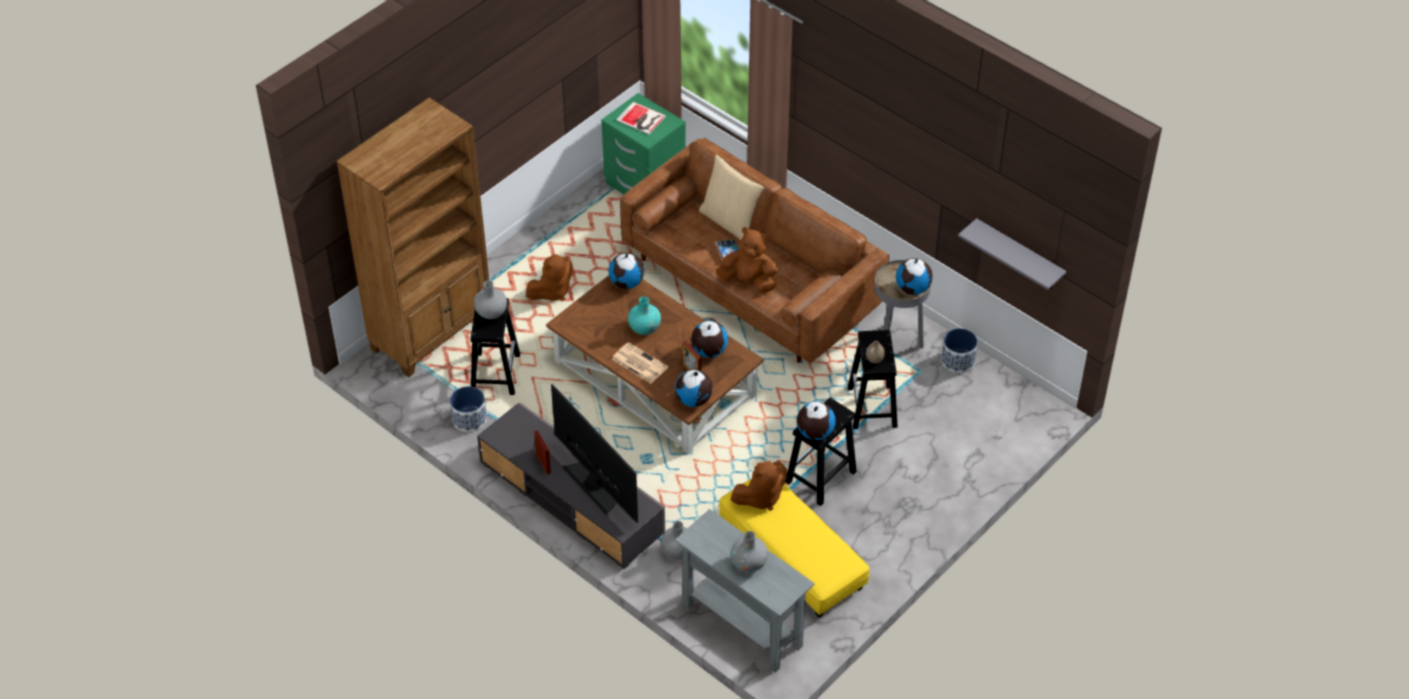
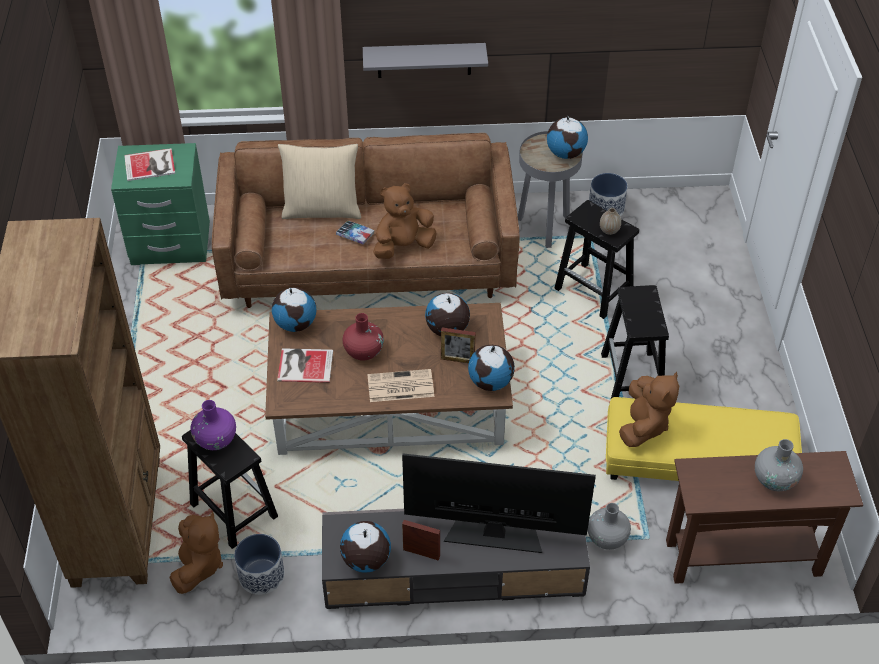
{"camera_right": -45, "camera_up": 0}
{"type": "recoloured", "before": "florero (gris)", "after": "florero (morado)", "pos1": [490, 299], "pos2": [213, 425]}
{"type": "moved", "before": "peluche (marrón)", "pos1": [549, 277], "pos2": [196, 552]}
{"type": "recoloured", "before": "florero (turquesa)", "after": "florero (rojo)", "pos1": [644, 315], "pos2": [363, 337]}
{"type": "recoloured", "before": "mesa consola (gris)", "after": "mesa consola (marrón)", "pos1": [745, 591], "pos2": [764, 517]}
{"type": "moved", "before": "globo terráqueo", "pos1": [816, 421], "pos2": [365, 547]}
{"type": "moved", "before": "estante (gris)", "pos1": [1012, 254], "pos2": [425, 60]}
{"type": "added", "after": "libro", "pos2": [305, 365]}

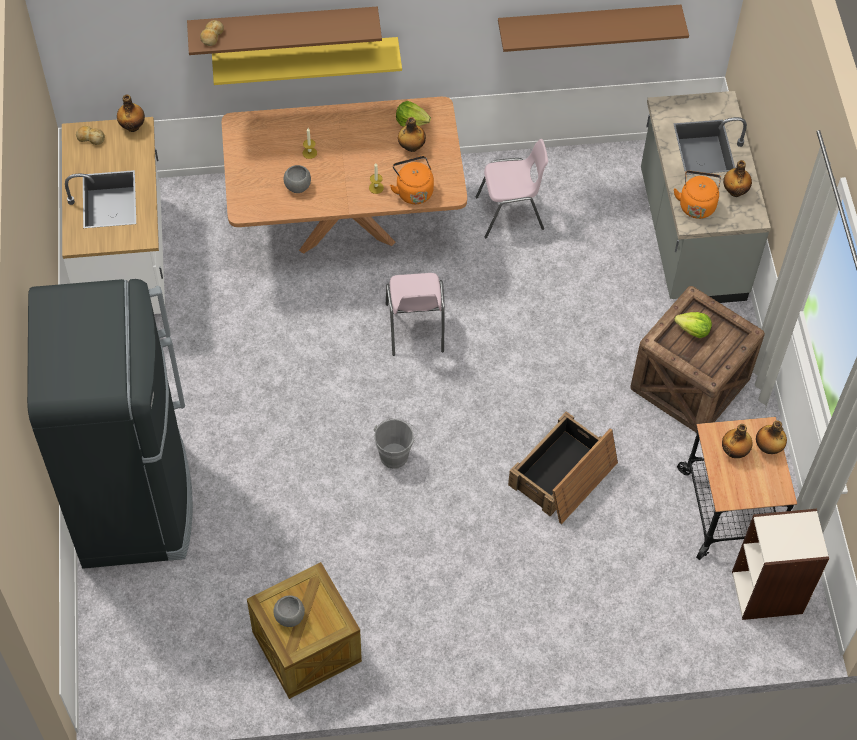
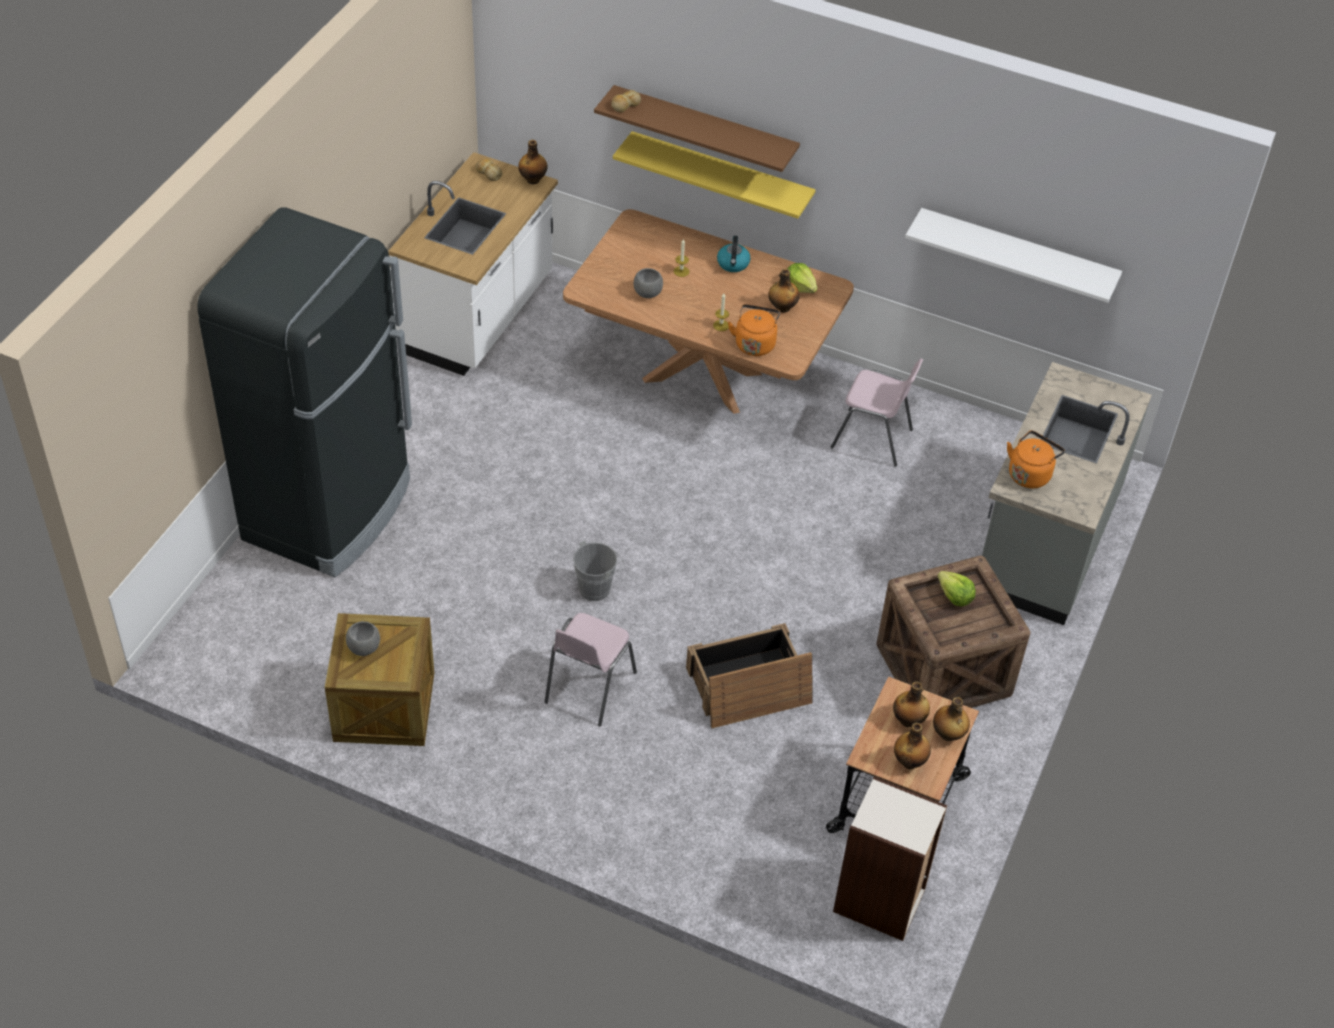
{"camera_right": 30, "camera_up": -10}
{"type": "moved", "before": "silla (rosa)", "pos1": [415, 314], "pos2": [590, 669]}
{"type": "recoloured", "before": "estante (marrón)", "after": "estante (blanco)", "pos1": [593, 28], "pos2": [1013, 255]}
{"type": "moved", "before": "botella", "pos1": [737, 178], "pos2": [912, 746]}
{"type": "added", "after": "hervidor", "pos2": [733, 254]}

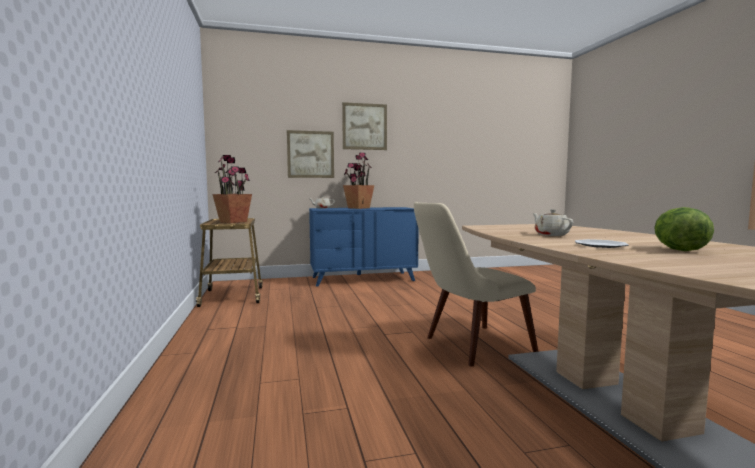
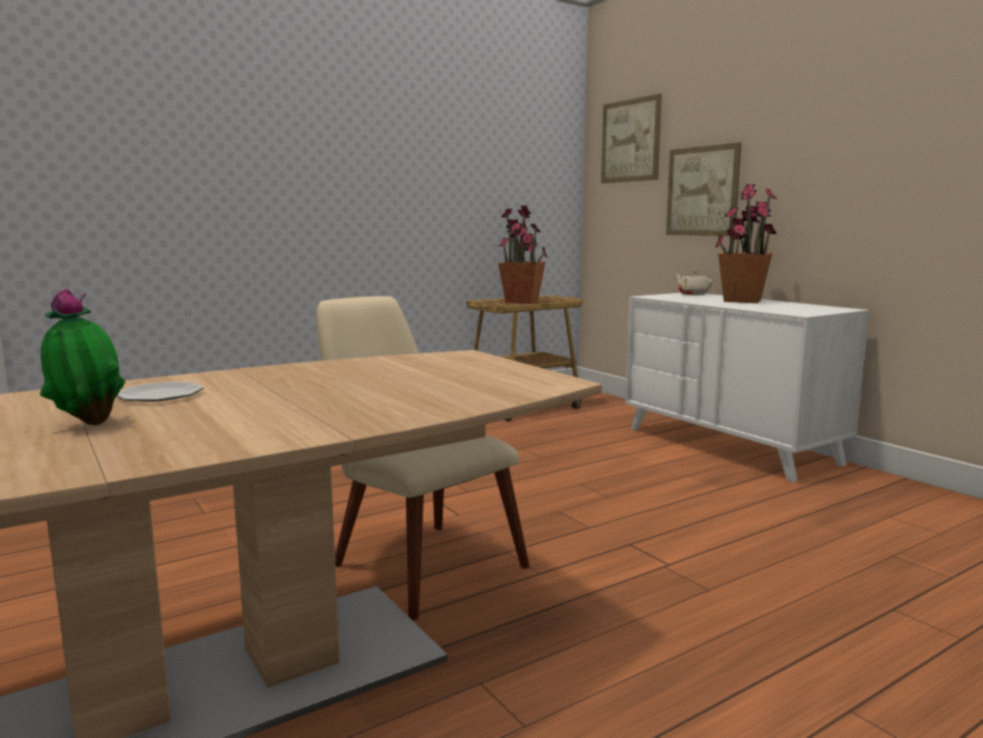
{"camera_right": 70, "camera_up": 5}
{"type": "recoloured", "before": "cómoda (azul)", "after": "cómoda (blanco)", "pos1": [364, 246], "pos2": [747, 387]}
{"type": "moved", "before": "cuadro", "pos1": [364, 126], "pos2": [631, 138]}
{"type": "removed", "before": "tetera (beis)", "pos1": [552, 222]}
{"type": "replaced", "before": "lechuga", "after": "planta en maceta", "pos1": [684, 229], "pos2": [82, 357]}

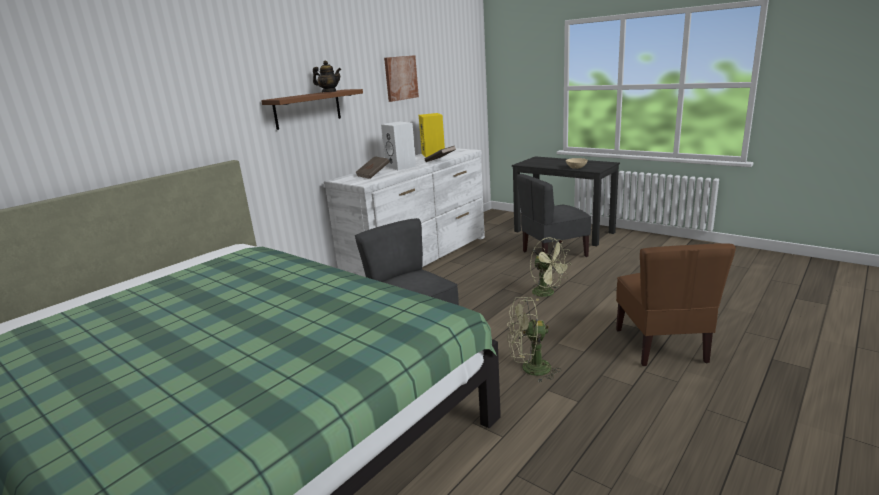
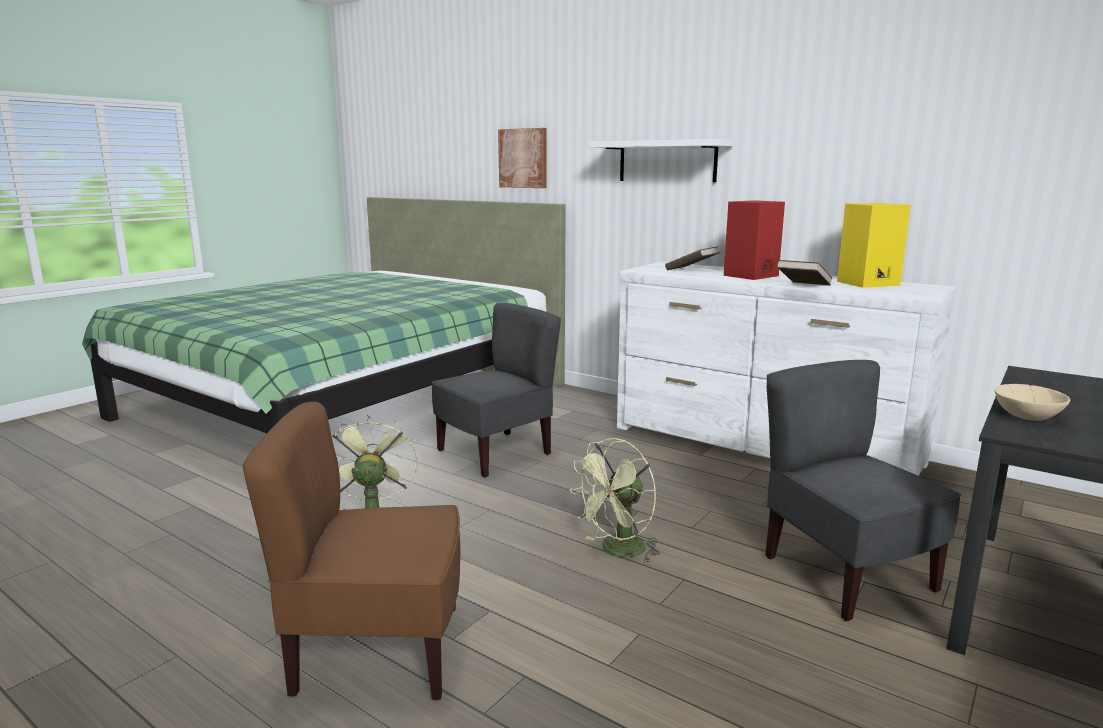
{"camera_right": 85, "camera_up": -5}
{"type": "recoloured", "before": "estante (marrón)", "after": "estante (blanco)", "pos1": [312, 109], "pos2": [661, 160]}
{"type": "removed", "before": "tetera", "pos1": [327, 76]}
{"type": "recoloured", "before": "altavoz (blanco)", "after": "altavoz (rojo)", "pos1": [398, 145], "pos2": [754, 240]}
{"type": "moved", "before": "cuadro", "pos1": [401, 78], "pos2": [522, 158]}

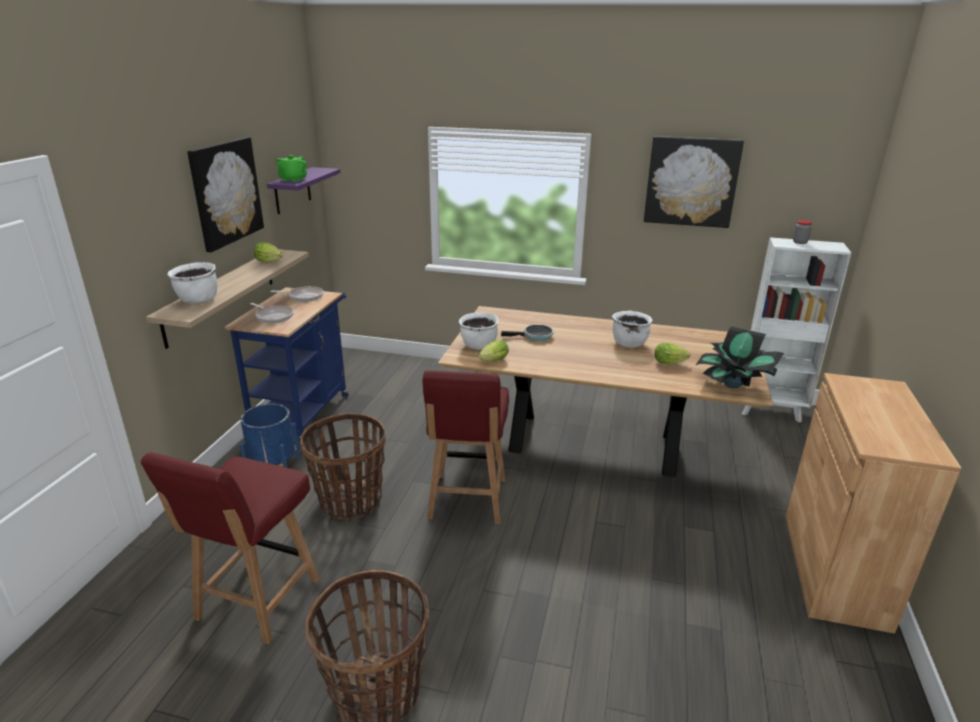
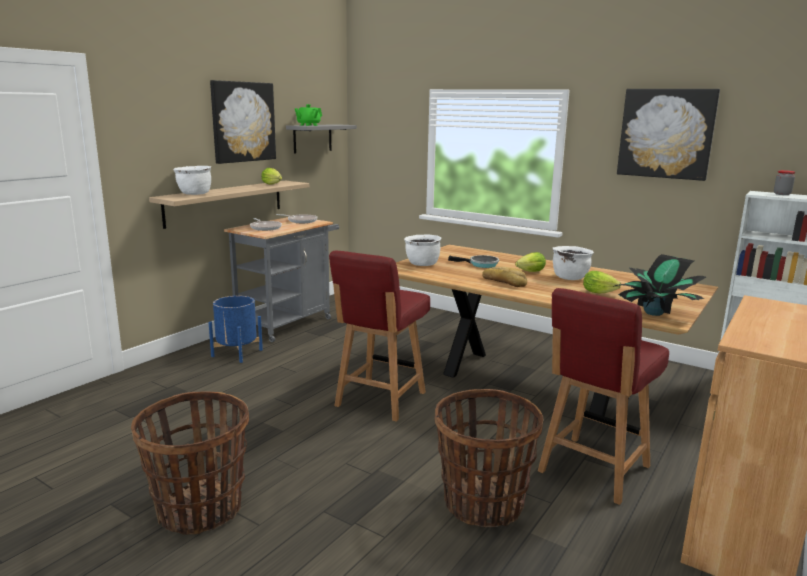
{"camera_right": 20, "camera_up": -10}
{"type": "moved", "before": "silla (rojo)", "pos1": [230, 548], "pos2": [603, 396]}
{"type": "recoloured", "before": "carrito (azul)", "after": "carrito (gris)", "pos1": [287, 365], "pos2": [281, 279]}
{"type": "recoloured", "before": "estante (morado)", "after": "estante (gris)", "pos1": [304, 190], "pos2": [321, 139]}
{"type": "moved", "before": "cesta", "pos1": [343, 466], "pos2": [489, 458]}
{"type": "moved", "before": "lechuga", "pos1": [493, 350], "pos2": [530, 262]}
{"type": "added", "after": "pan", "pos2": [504, 277]}

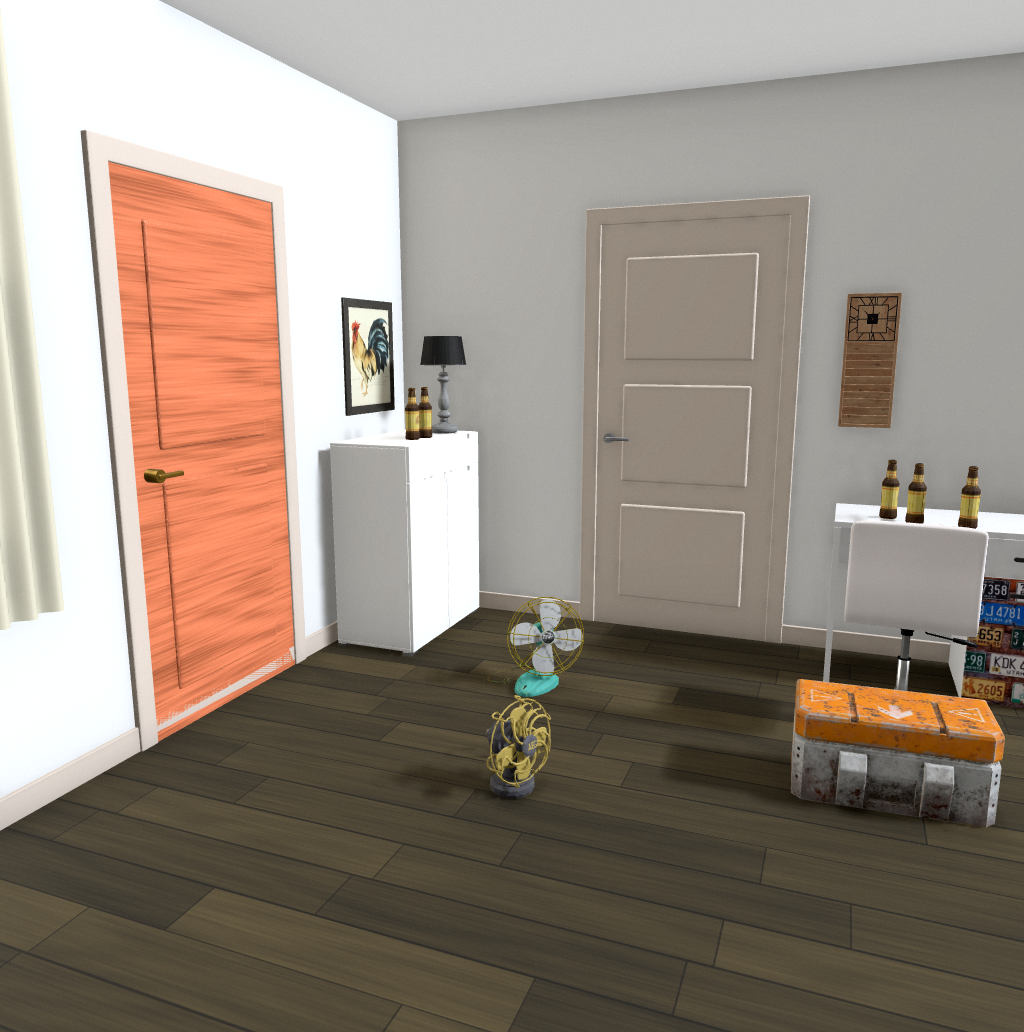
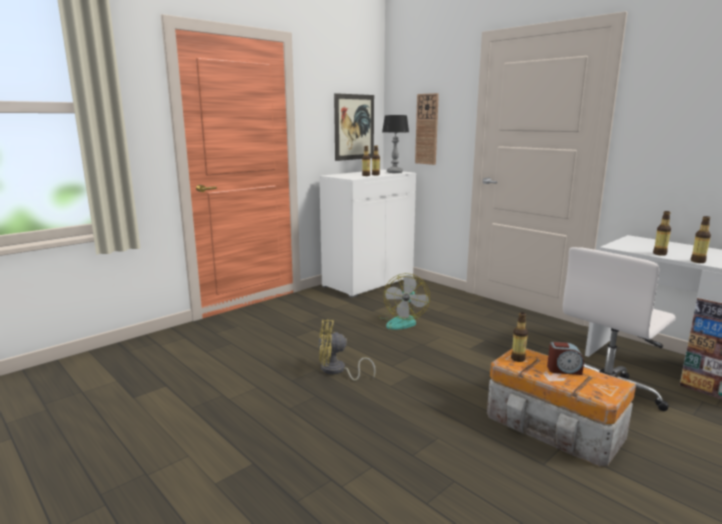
{"camera_right": 25, "camera_up": 5}
{"type": "turned", "before": "ventilador (amarillo)", "pos1": [518, 747], "pos2": [347, 350], "turn": 105}
{"type": "moved", "before": "reloj de pared", "pos1": [870, 360], "pos2": [427, 129]}
{"type": "moved", "before": "botella", "pos1": [889, 489], "pos2": [519, 337]}
{"type": "added", "after": "despertador", "pos2": [565, 358]}

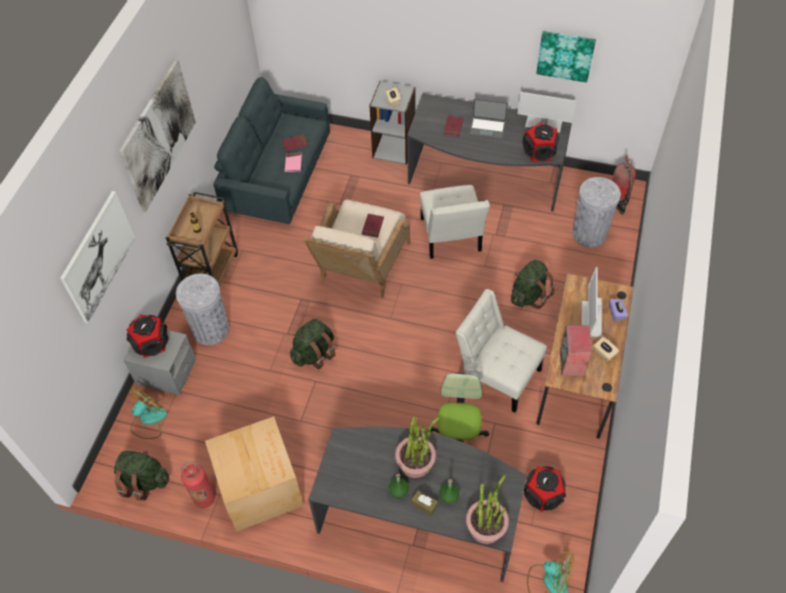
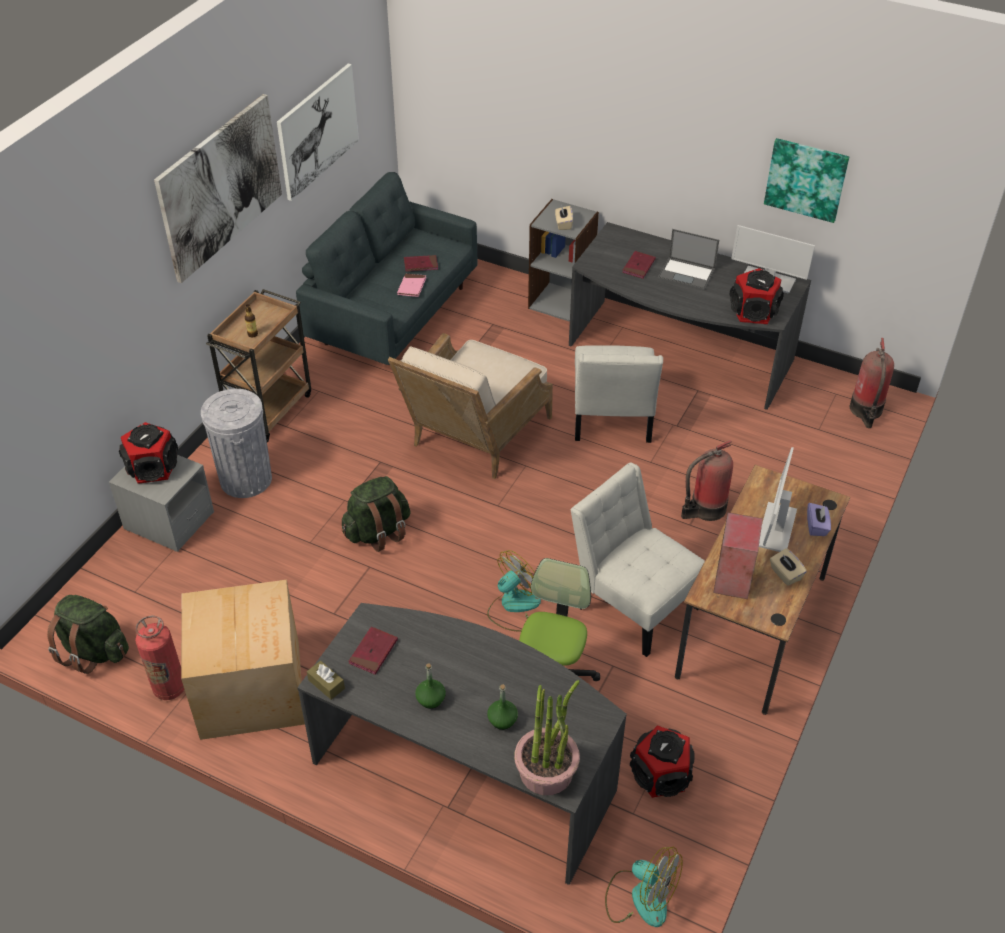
{"camera_right": 10, "camera_up": -10}
{"type": "moved", "before": "cuadro", "pos1": [97, 257], "pos2": [318, 132]}
{"type": "moved", "before": "ventilador", "pos1": [148, 413], "pos2": [514, 591]}
{"type": "moved", "before": "libro (rojo)", "pos1": [373, 226], "pos2": [373, 650]}
{"type": "removed", "before": "planta en maceta", "pos1": [417, 446]}
{"type": "moved", "before": "caja de pañuelos (marrón)", "pos1": [424, 503], "pos2": [326, 680]}
{"type": "replaced", "before": "mochila (verde)", "after": "extintor", "pos1": [533, 284], "pos2": [707, 480]}
{"type": "removed", "before": "papelera (gris)", "pos1": [596, 212]}

